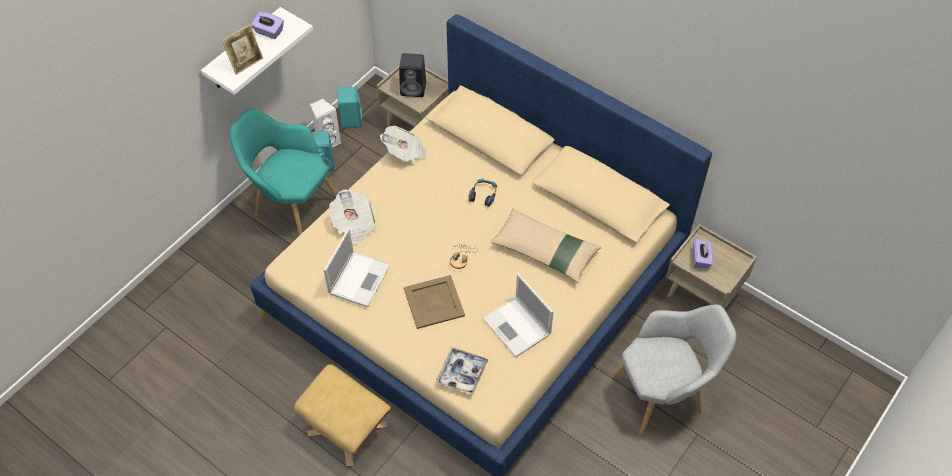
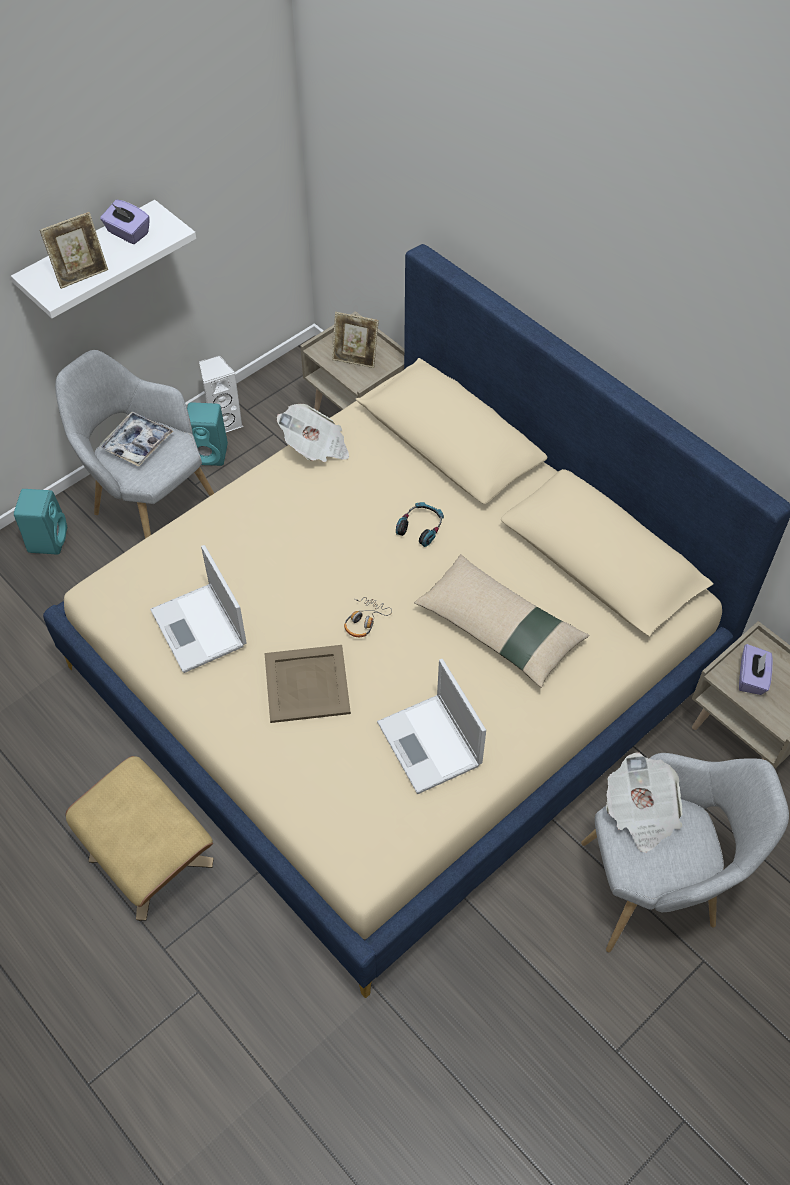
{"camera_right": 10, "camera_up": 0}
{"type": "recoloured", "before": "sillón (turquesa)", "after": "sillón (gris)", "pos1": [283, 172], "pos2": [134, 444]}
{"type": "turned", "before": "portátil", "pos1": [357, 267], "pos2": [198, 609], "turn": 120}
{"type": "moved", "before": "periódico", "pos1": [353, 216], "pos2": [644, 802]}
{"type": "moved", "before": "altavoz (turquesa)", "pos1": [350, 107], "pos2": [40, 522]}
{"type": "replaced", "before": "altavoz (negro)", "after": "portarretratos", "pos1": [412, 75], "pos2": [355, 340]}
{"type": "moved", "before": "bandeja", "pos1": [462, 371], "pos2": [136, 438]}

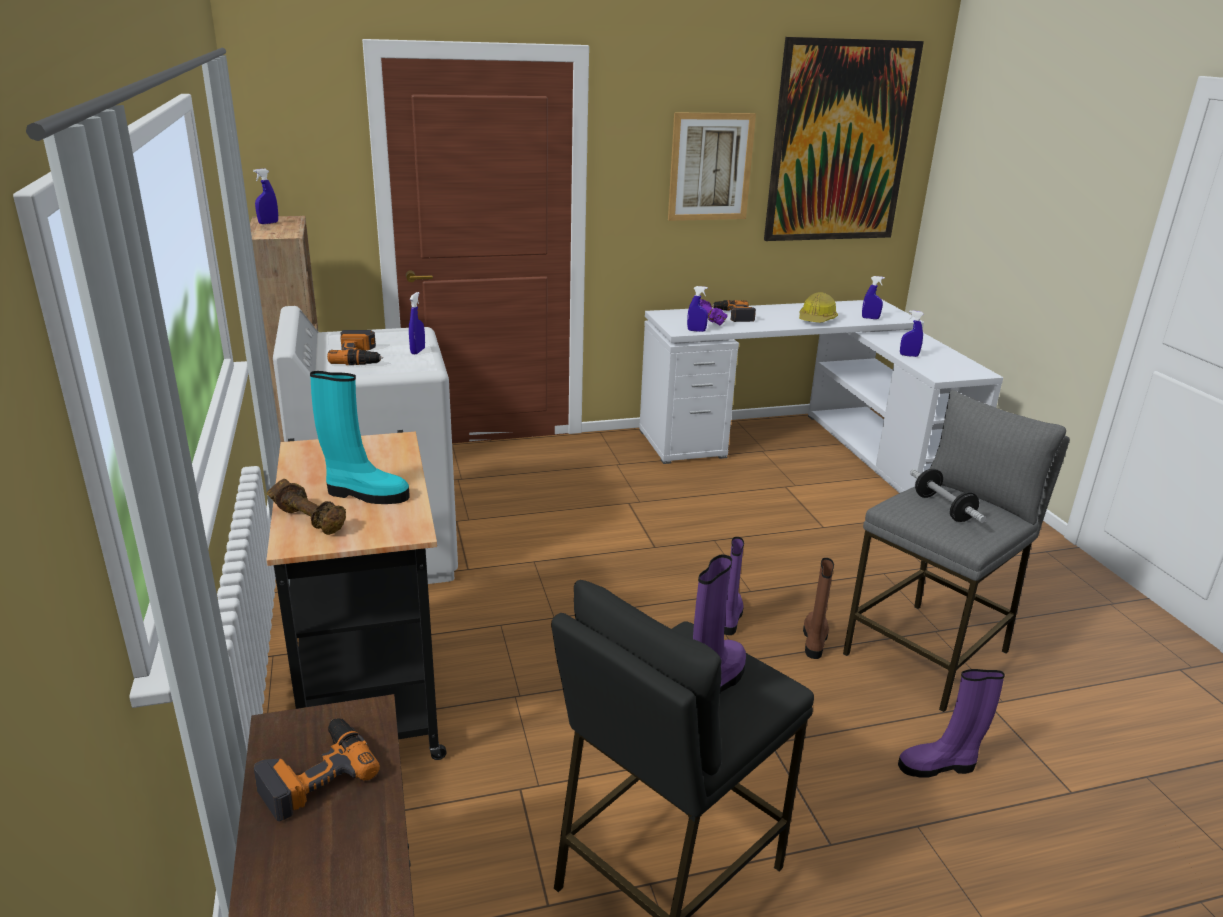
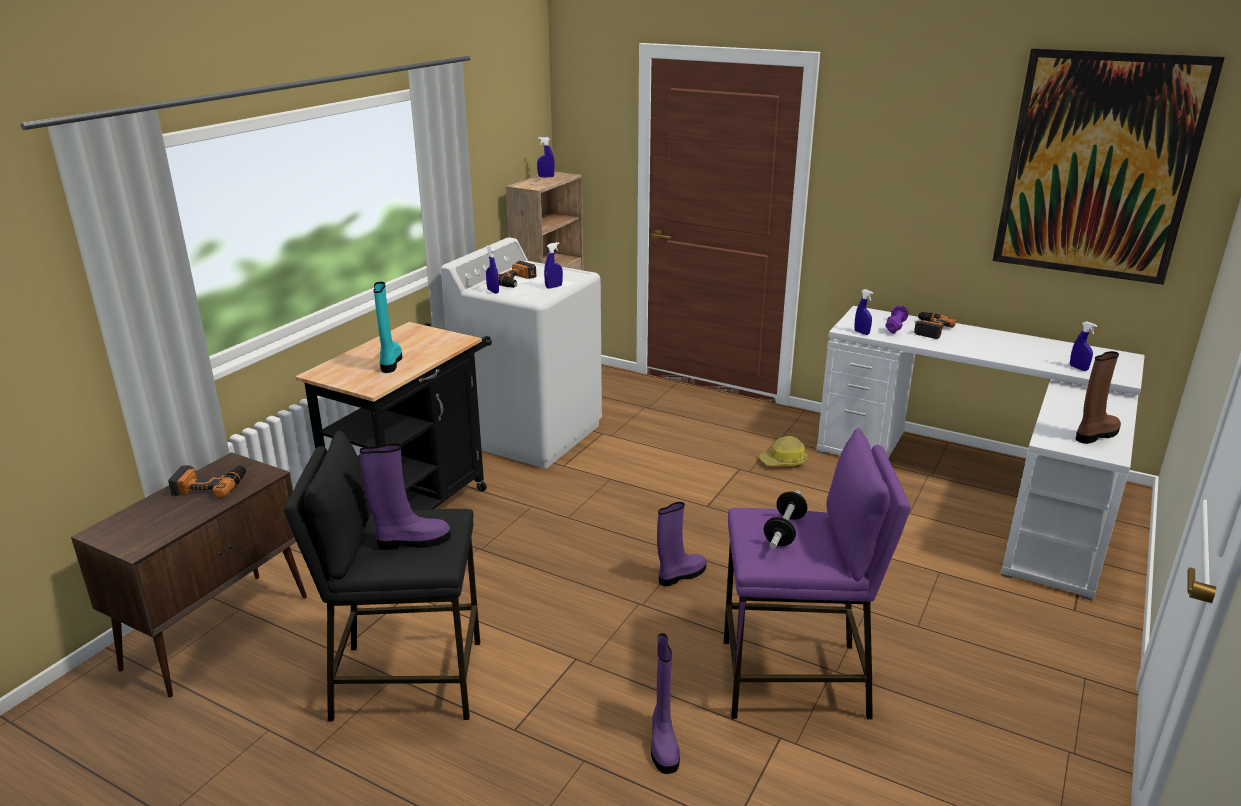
{"camera_right": 45, "camera_up": 0}
{"type": "removed", "before": "mancuerna (marrón)", "pos1": [306, 507]}
{"type": "turned", "before": "bota (turquesa)", "pos1": [360, 437], "pos2": [387, 327], "turn": -150}
{"type": "removed", "before": "cuadro", "pos1": [712, 167]}
{"type": "moved", "before": "casco", "pos1": [818, 307], "pos2": [783, 451]}
{"type": "moved", "before": "bota (marrón)", "pos1": [818, 608], "pos2": [1098, 397]}
{"type": "recoloured", "before": "taburete (gris)", "after": "taburete (morado)", "pos1": [956, 551], "pos2": [817, 574]}
{"type": "turned", "before": "bota (morado)", "pos1": [951, 723], "pos2": [665, 703], "turn": -135}
{"type": "moved", "before": "pulverizador (azul)", "pos1": [912, 333], "pos2": [492, 270]}

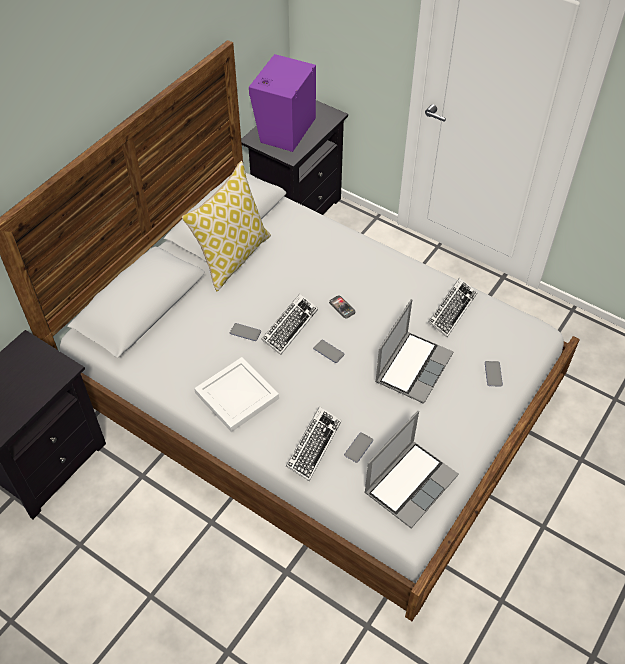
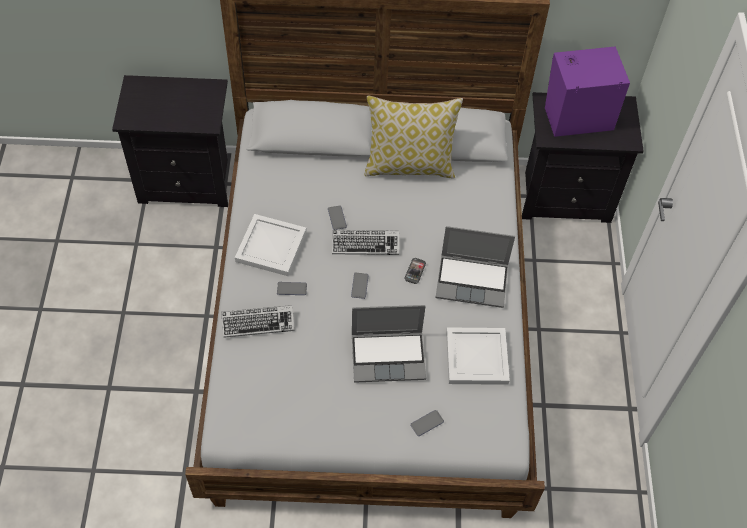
{"camera_right": 55, "camera_up": 5}
{"type": "moved", "before": "móvil", "pos1": [358, 447], "pos2": [292, 288]}
{"type": "moved", "before": "portátil", "pos1": [411, 469], "pos2": [475, 267]}
{"type": "replaced", "before": "teclado", "after": "bandeja (blanco)", "pos1": [453, 307], "pos2": [478, 356]}

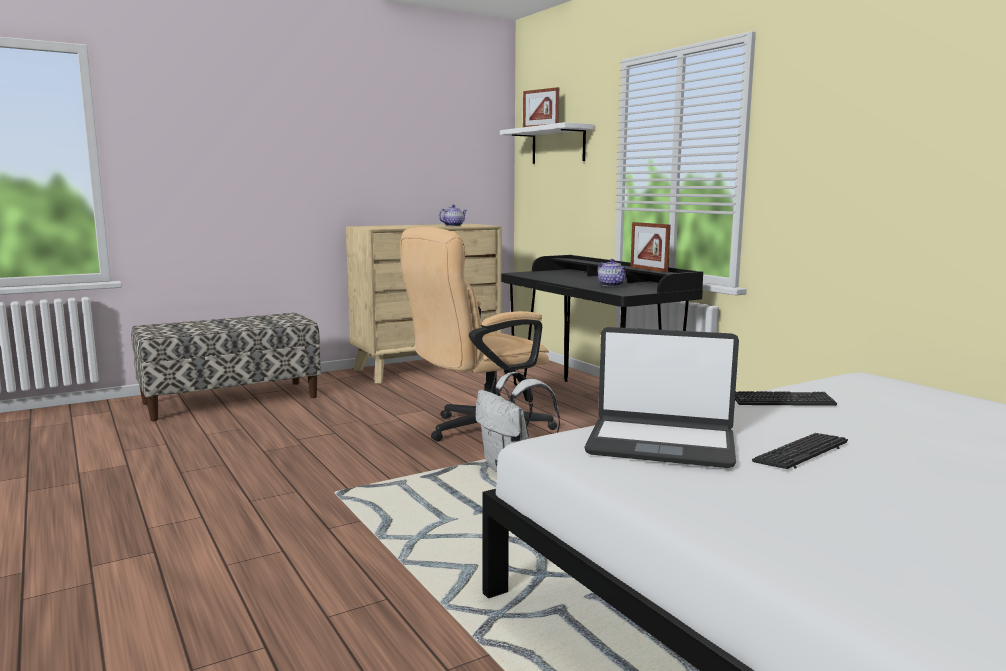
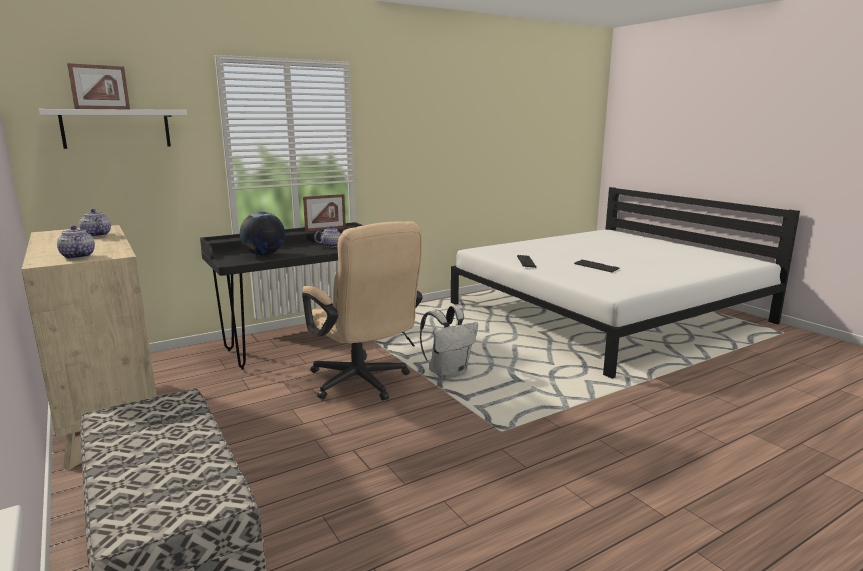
{"camera_right": -90, "camera_up": 5}
{"type": "removed", "before": "portátil", "pos1": [661, 397]}
{"type": "added", "after": "tetera", "pos2": [76, 242]}
{"type": "added", "after": "globo terráqueo", "pos2": [262, 234]}

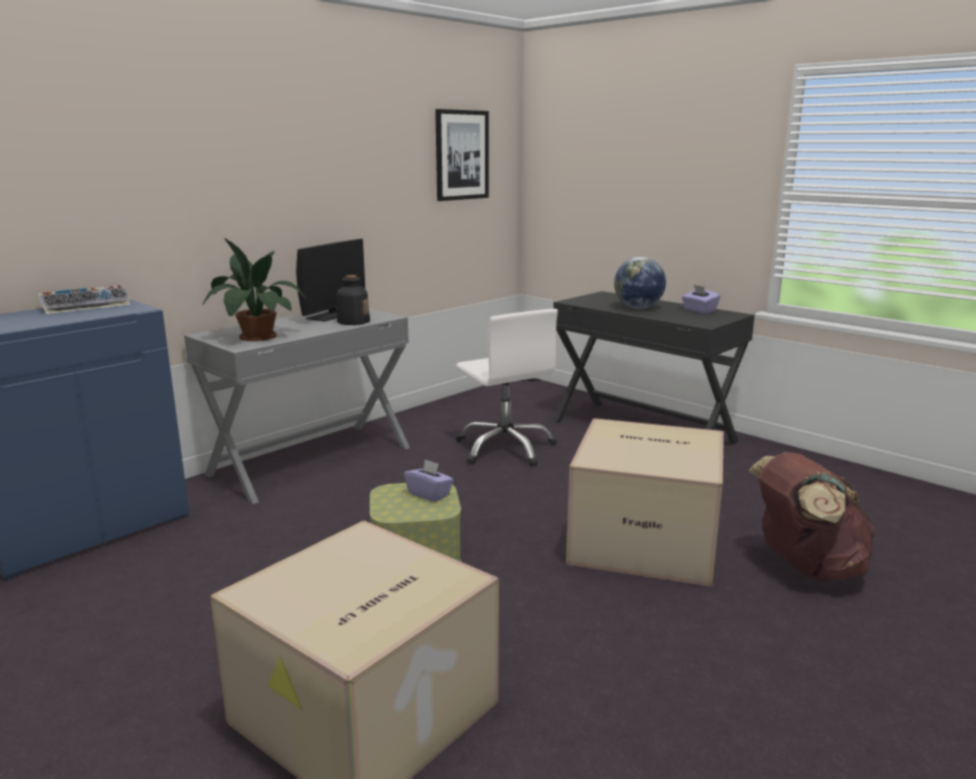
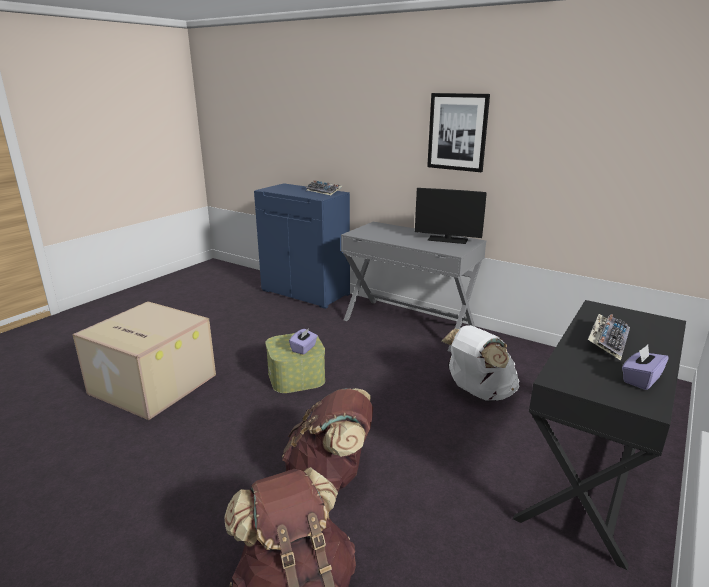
{"camera_right": 80, "camera_up": 5}
{"type": "removed", "before": "planta en maceta", "pos1": [254, 289]}
{"type": "removed", "before": "botella", "pos1": [353, 300]}
{"type": "moved", "before": "cuadro", "pos1": [462, 155], "pos2": [458, 132]}
{"type": "replaced", "before": "silla de oficina (blanco)", "after": "mochila (blanco)", "pos1": [507, 388], "pos2": [481, 362]}
{"type": "replaced", "before": "caja de cartón", "after": "mochila (marrón)", "pos1": [645, 502], "pos2": [327, 439]}
{"type": "replaced", "before": "globo terráqueo", "after": "teclado", "pos1": [640, 283], "pos2": [609, 337]}

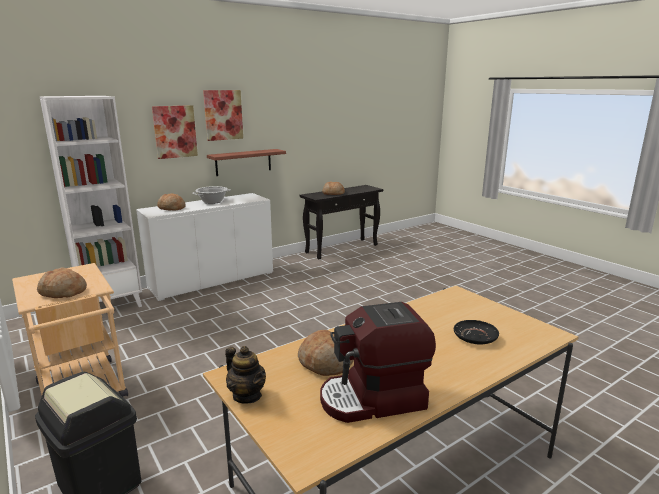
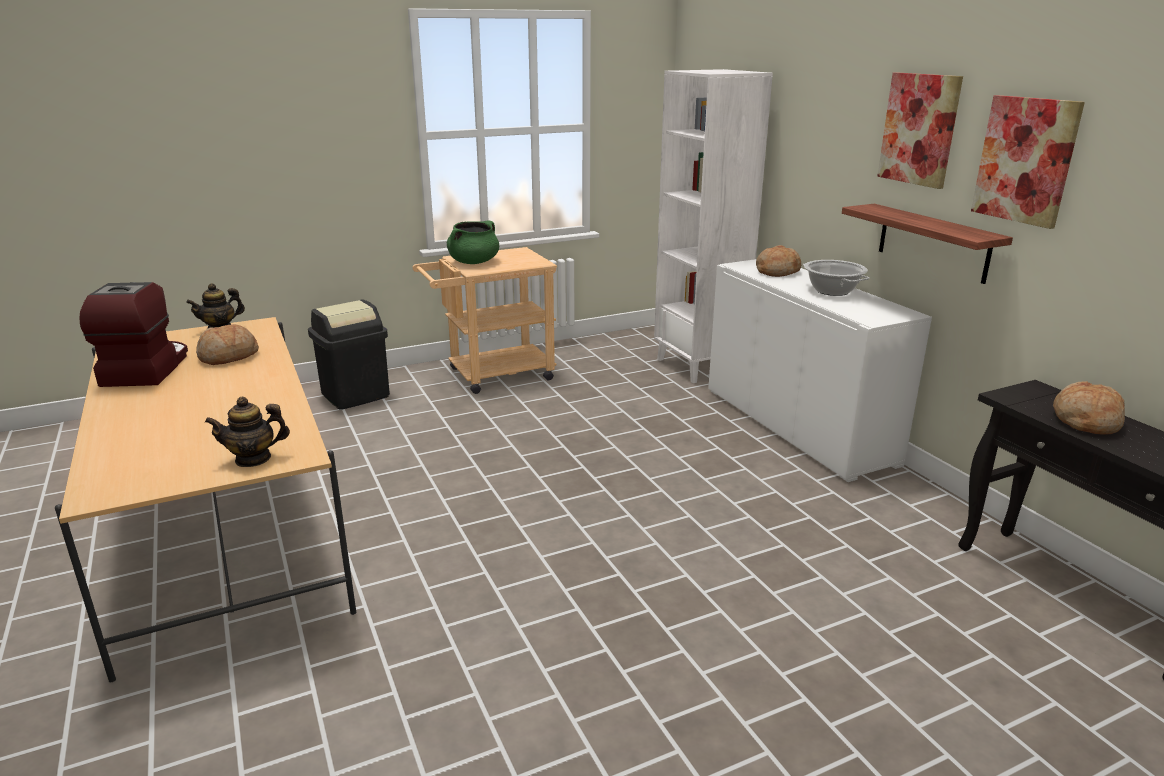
{"camera_right": 100, "camera_up": 5}
{"type": "replaced", "before": "pan", "after": "olla (verde)", "pos1": [62, 282], "pos2": [473, 242]}
{"type": "moved", "before": "cuadro", "pos1": [175, 132], "pos2": [1028, 162]}
{"type": "removed", "before": "plato (negro)", "pos1": [476, 332]}
{"type": "added", "after": "tetera", "pos2": [247, 432]}

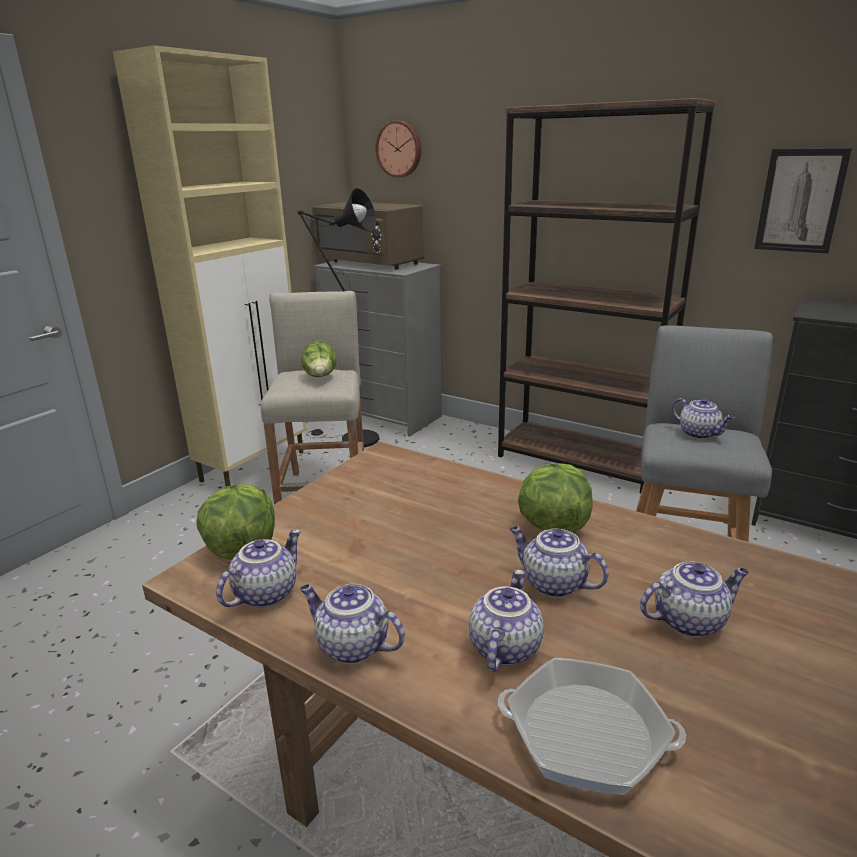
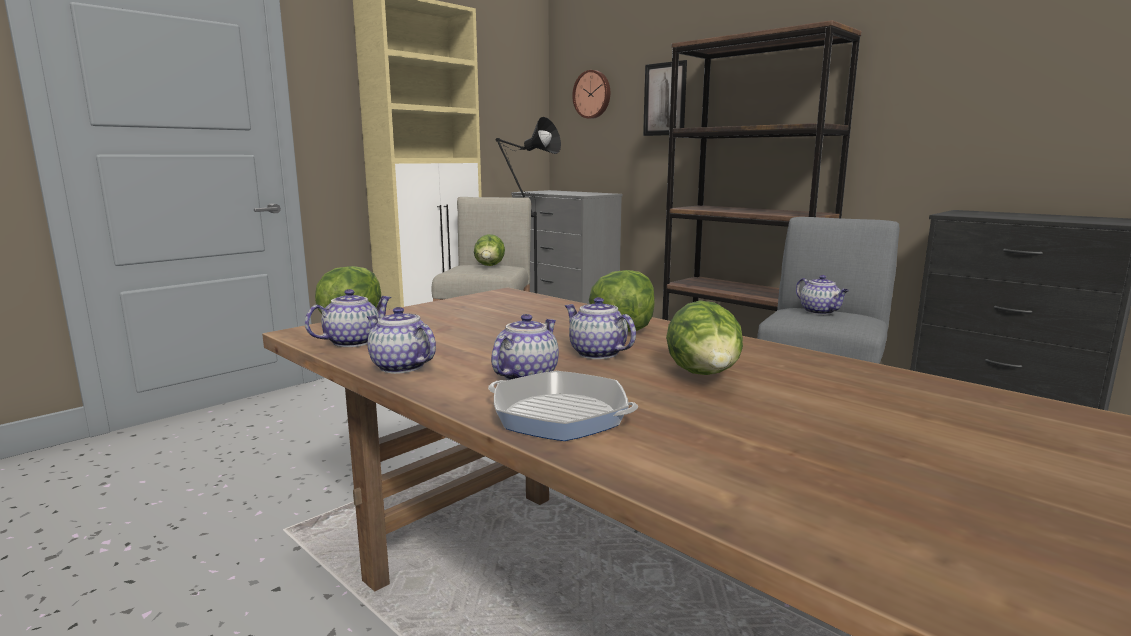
{"camera_right": 10, "camera_up": -10}
{"type": "removed", "before": "microondas (marrón)", "pos1": [368, 235]}
{"type": "replaced", "before": "tetera", "after": "lechuga", "pos1": [694, 599], "pos2": [704, 337]}
{"type": "moved", "before": "cuadro", "pos1": [803, 200], "pos2": [665, 98]}

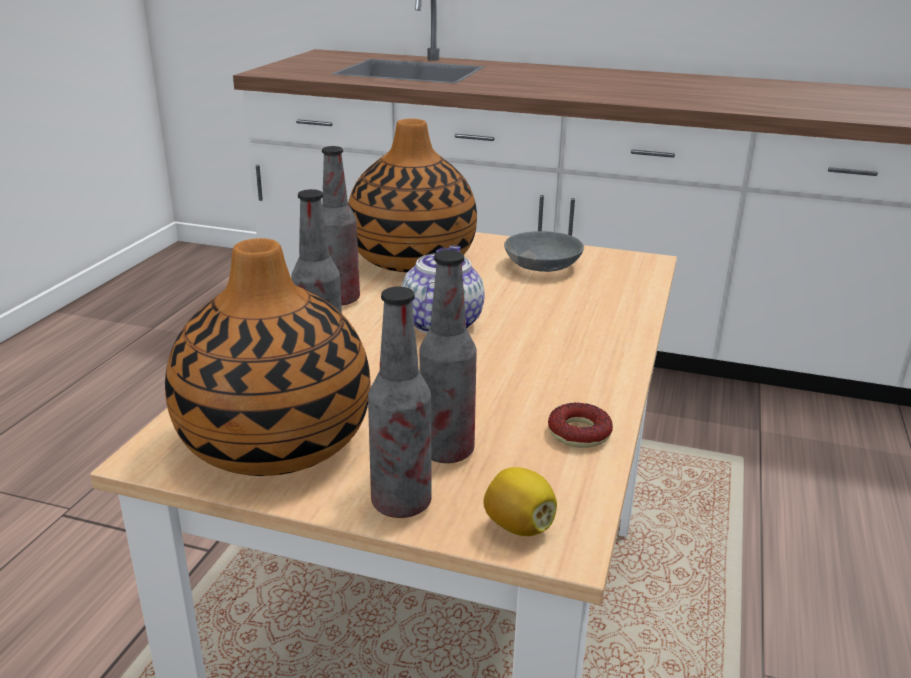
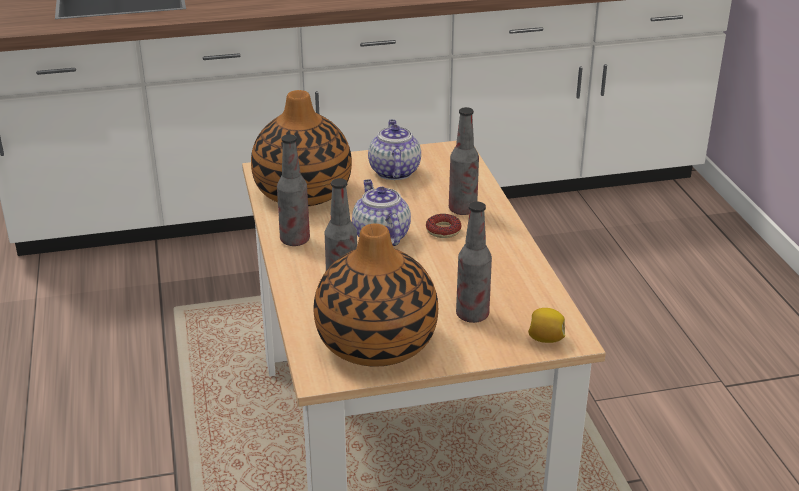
{"camera_right": -30, "camera_up": 5}
{"type": "moved", "before": "botella", "pos1": [400, 402], "pos2": [464, 161]}
{"type": "replaced", "before": "cuenco (gris)", "after": "tetera", "pos1": [544, 251], "pos2": [394, 150]}
{"type": "moved", "before": "rosquilla", "pos1": [580, 425], "pos2": [444, 226]}

